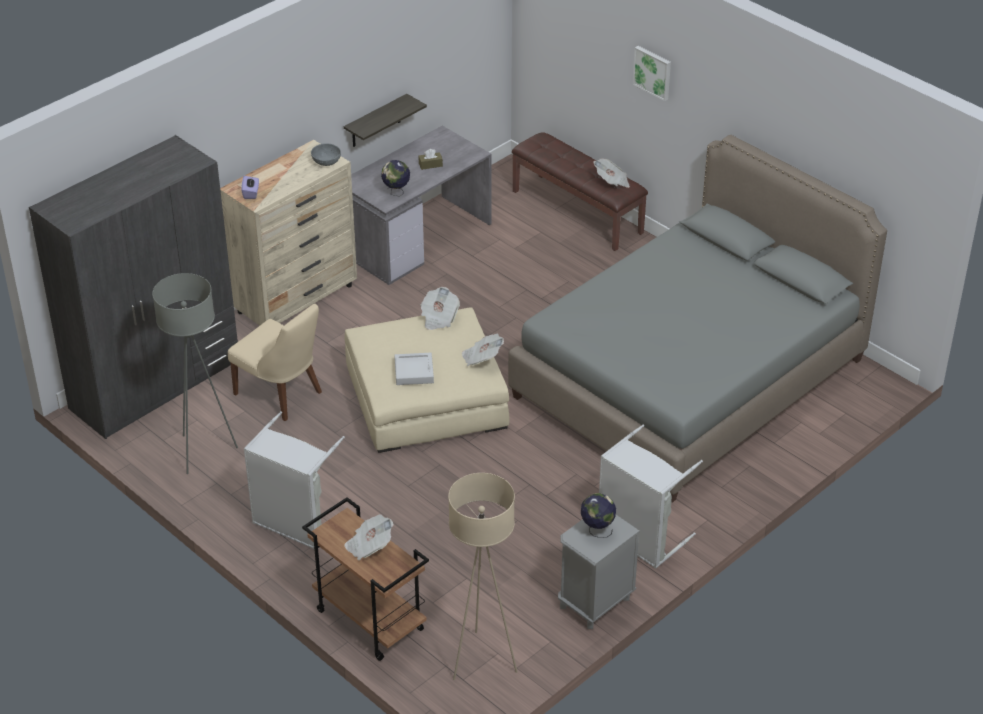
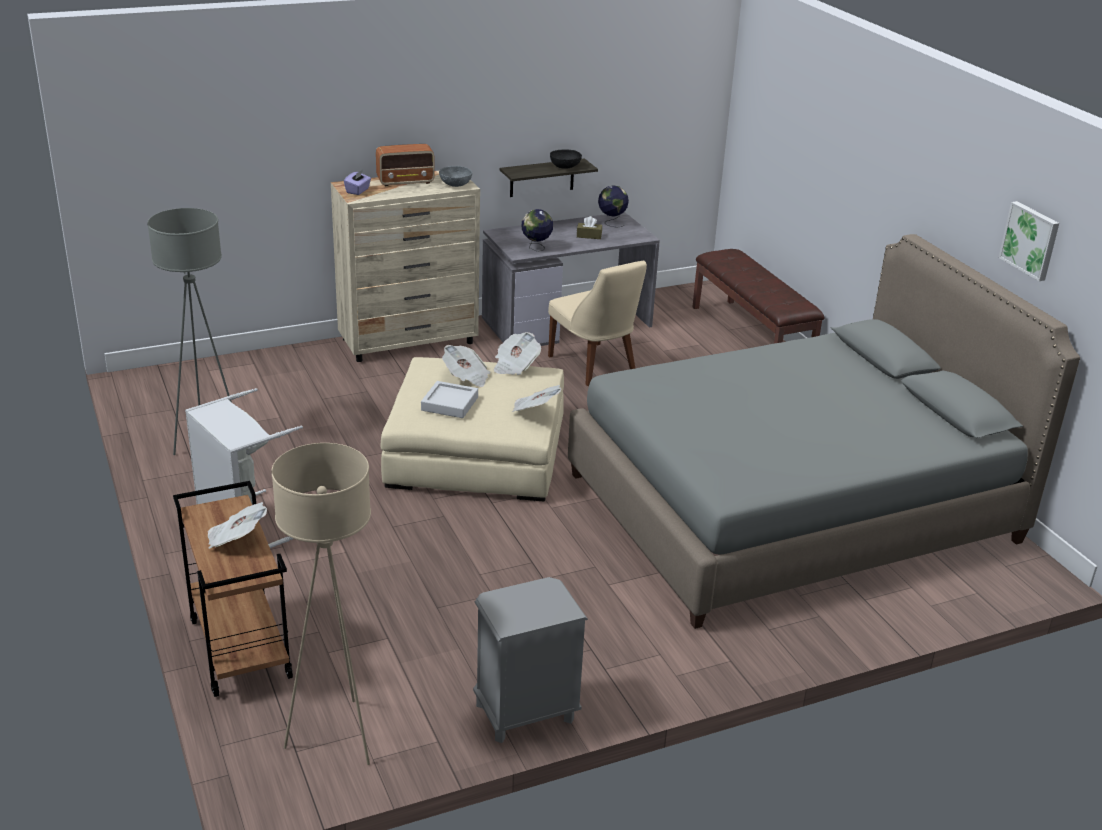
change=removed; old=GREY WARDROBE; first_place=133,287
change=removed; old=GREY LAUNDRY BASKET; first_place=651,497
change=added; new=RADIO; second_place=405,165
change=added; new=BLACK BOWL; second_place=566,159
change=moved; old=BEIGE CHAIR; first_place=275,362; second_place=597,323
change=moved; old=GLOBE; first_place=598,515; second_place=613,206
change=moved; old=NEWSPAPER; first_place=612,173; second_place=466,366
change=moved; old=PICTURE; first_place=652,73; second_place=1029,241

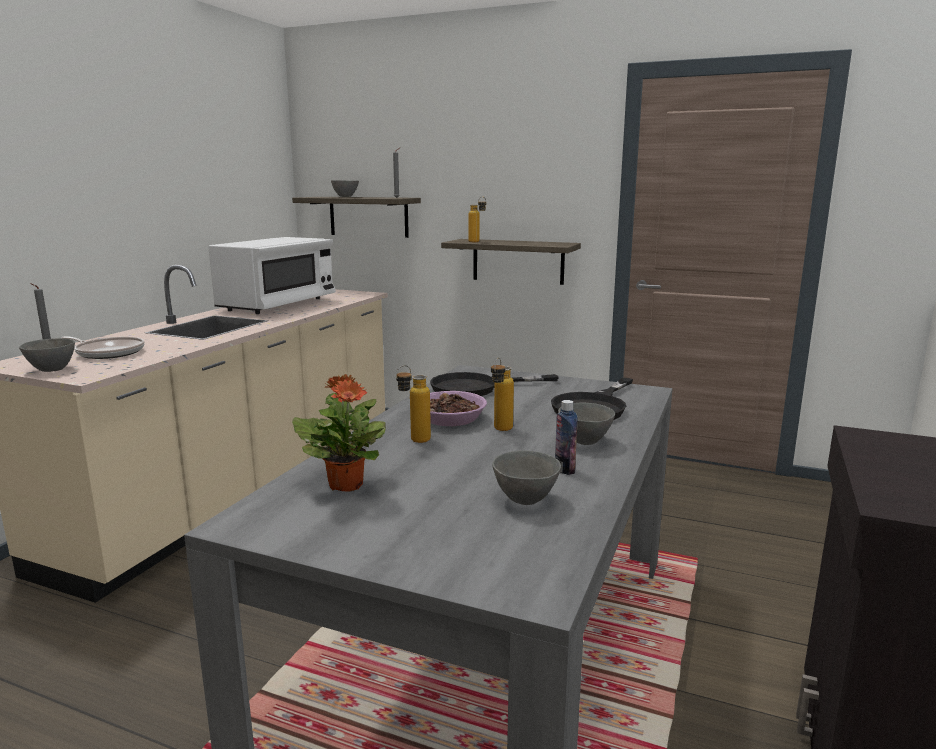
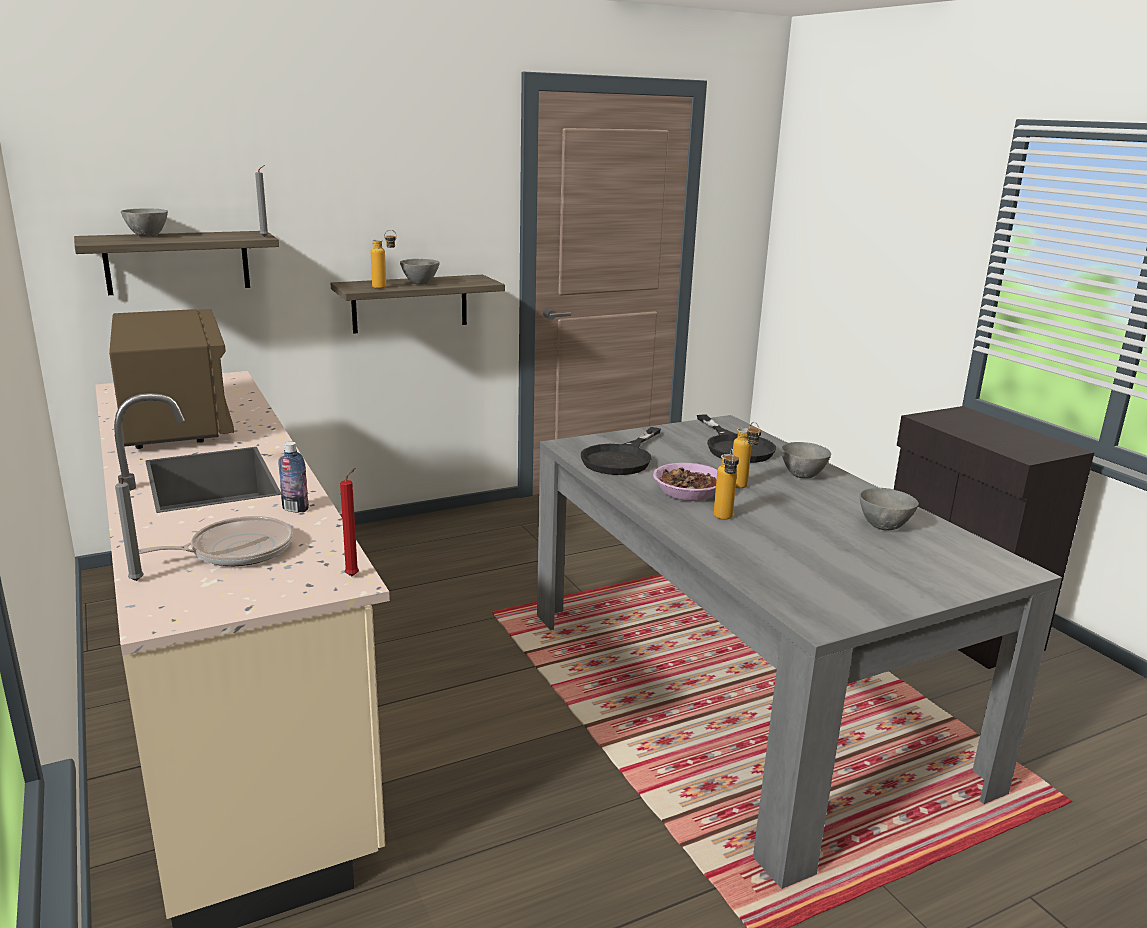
change=removed; old=POTTED PLANT; first_place=339,433
change=added; new=RED CANDLE; second_place=349,522
change=moved; old=GREY BOWL; first_place=47,355; second_place=420,272
change=moved; old=BOTTLE; first_place=566,437; second_place=293,477
change=recoloured; old=WHITE MICROWAVE; new=BROWN MICROWAVE; first_place=272,275; second_place=171,379

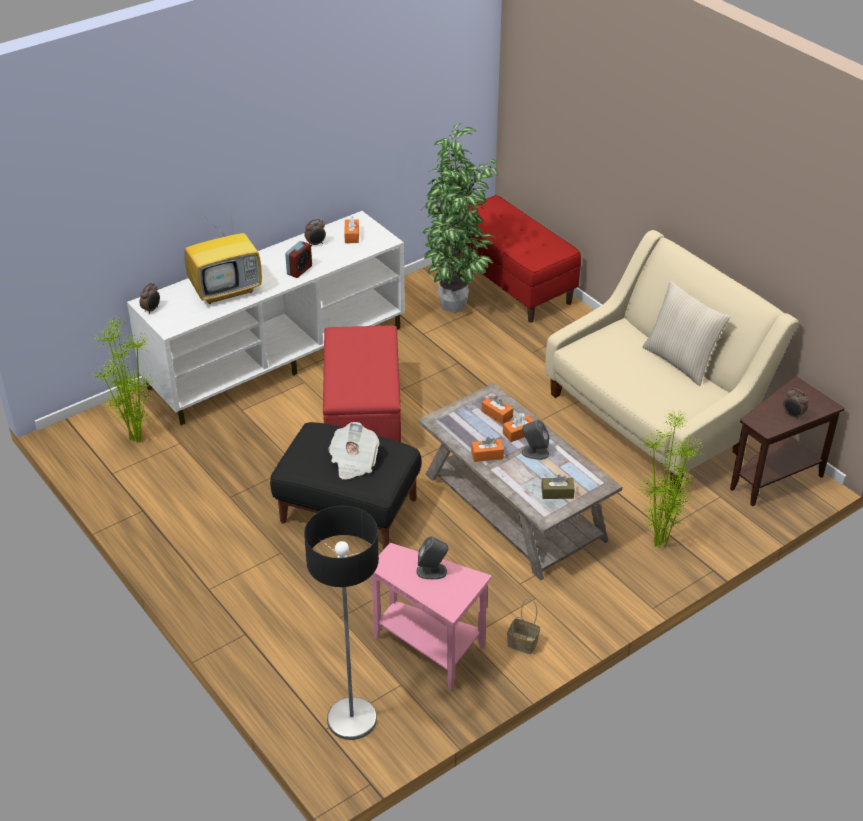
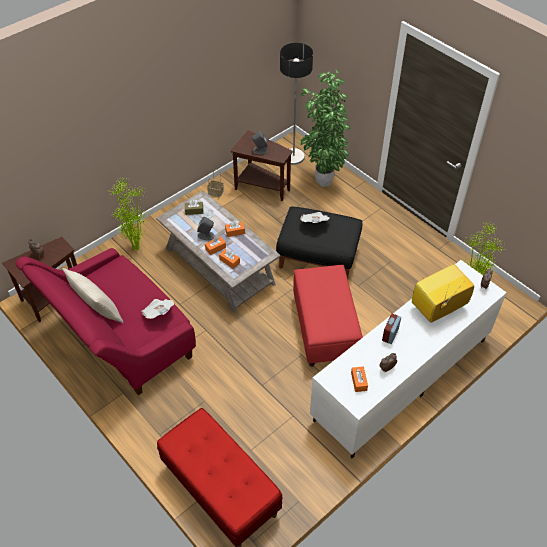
change=added; new=NEWSPAPER; second_place=157,309
change=moved; old=POTTED PLANT; first_place=460,218; second_place=325,128
change=recoloured; old=PINK SIDE TABLE; new=BROWN SIDE TABLE; first_place=431,616; second_place=262,165
change=recoloured; old=BEIGE SOFA; new=RED SOFA; first_place=672,360; second_place=105,321

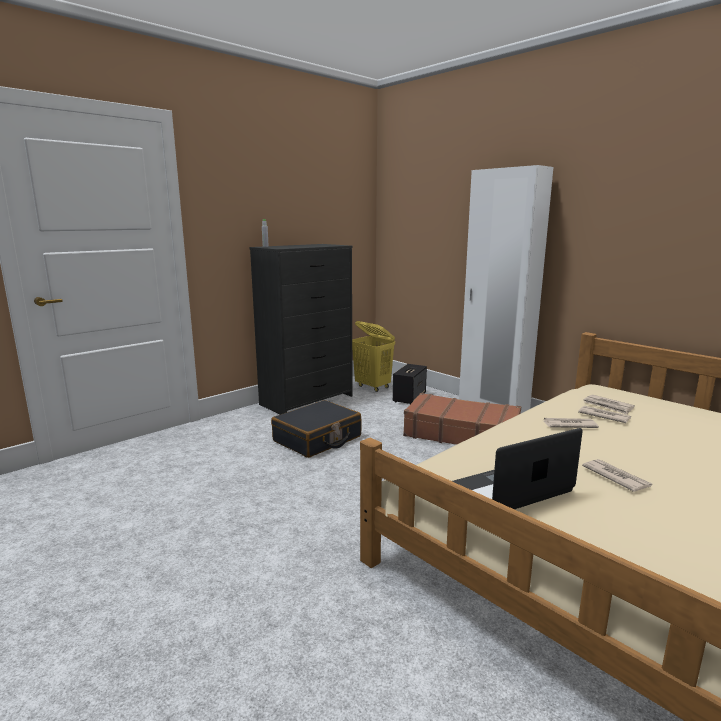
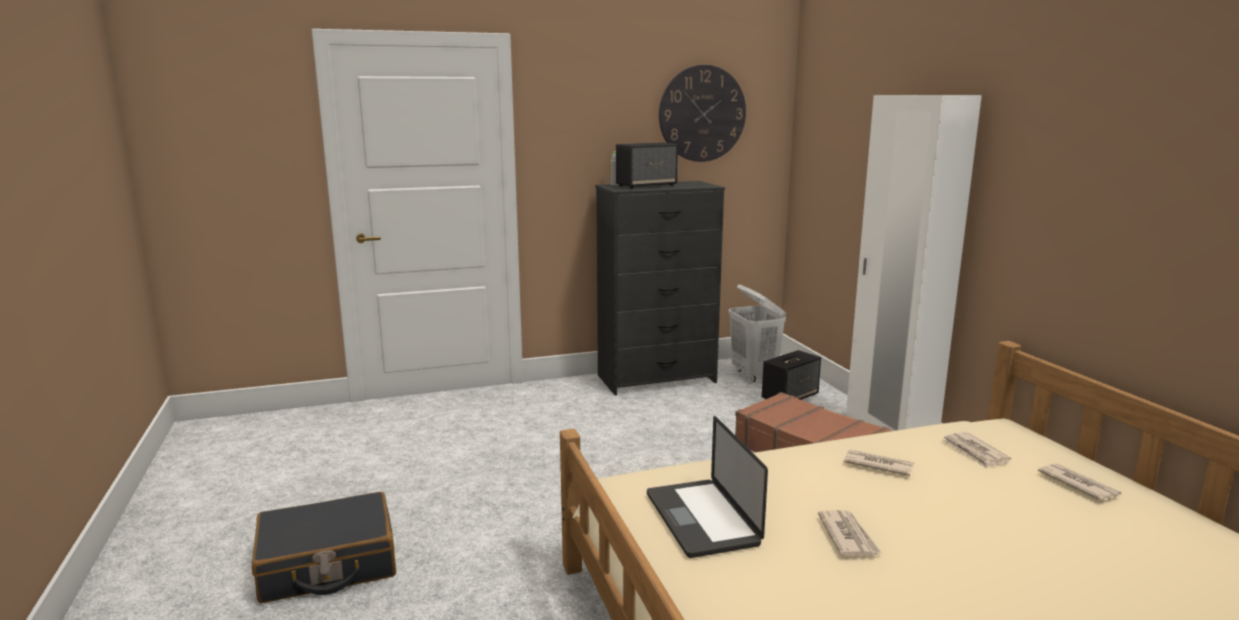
change=added; new=SPEAKER; second_place=647,165
change=added; new=WALL CLOCK; second_place=702,113
change=moved; old=BLACK SUITCASE; first_place=316,429; second_place=324,547
change=moved; old=NEWSPAPER; first_place=604,414; second_place=1079,482
change=recoloured; old=YELLOW LAUNDRY BASKET; new=WHITE LAUNDRY BASKET; first_place=373,356; second_place=757,333
change=turned; old=LAPTOP; first_place=517,468; second_place=707,487; degrees=-105

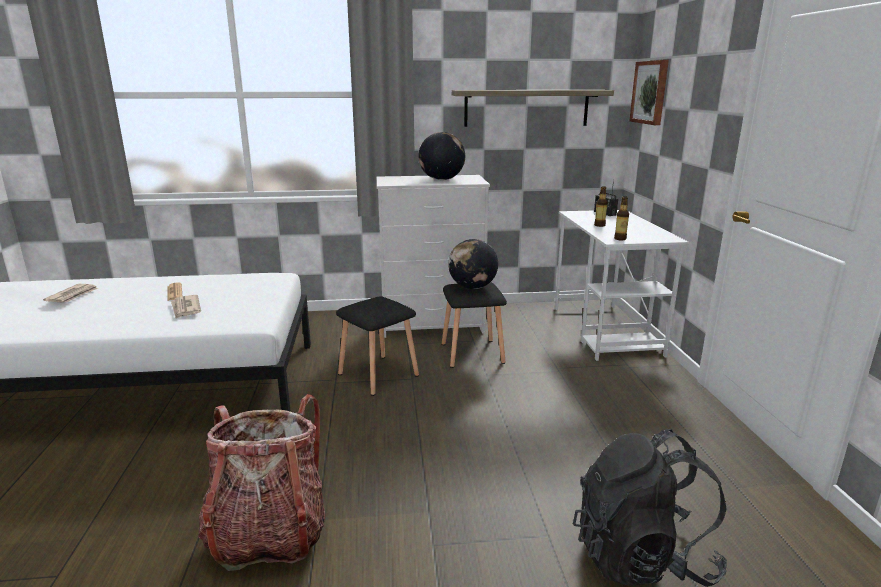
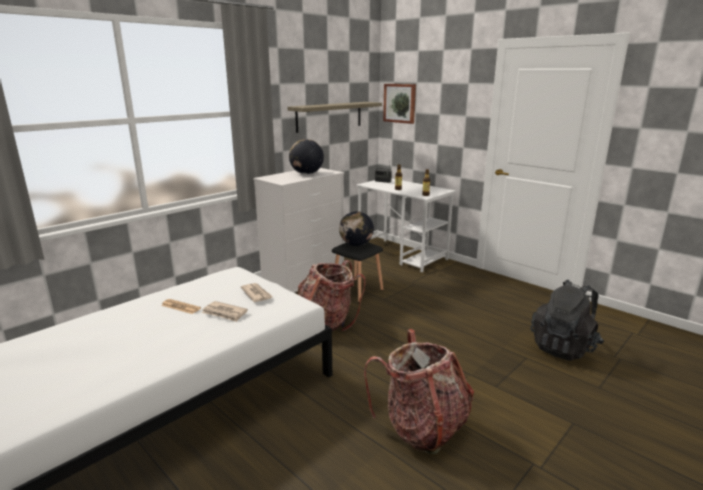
change=moved; old=NEWSPAPER; first_place=71,293; second_place=257,292
change=replaced; old=BLACK STOOL; new=BACKPACK; first_place=377,346; second_place=332,295

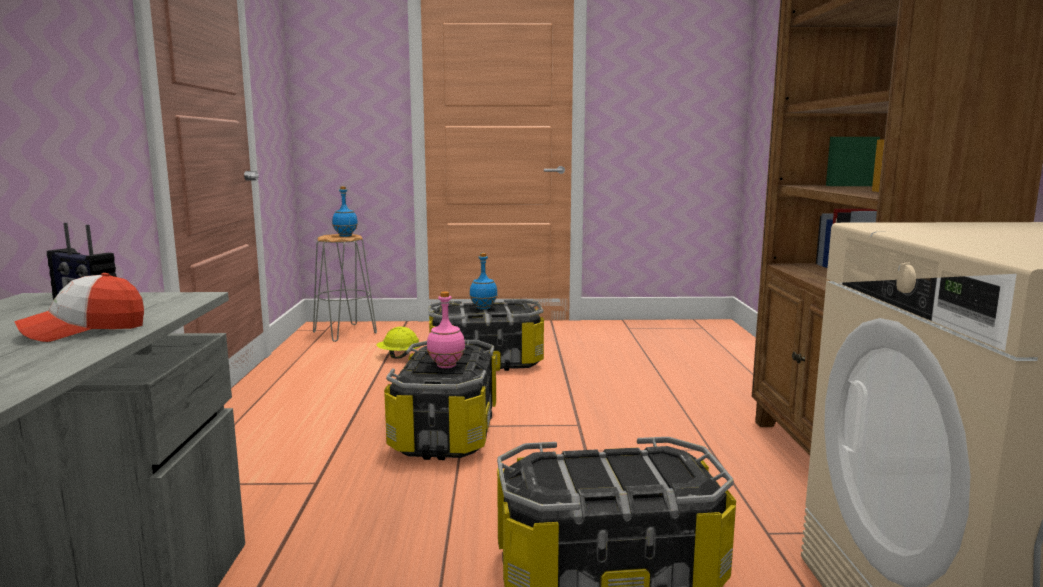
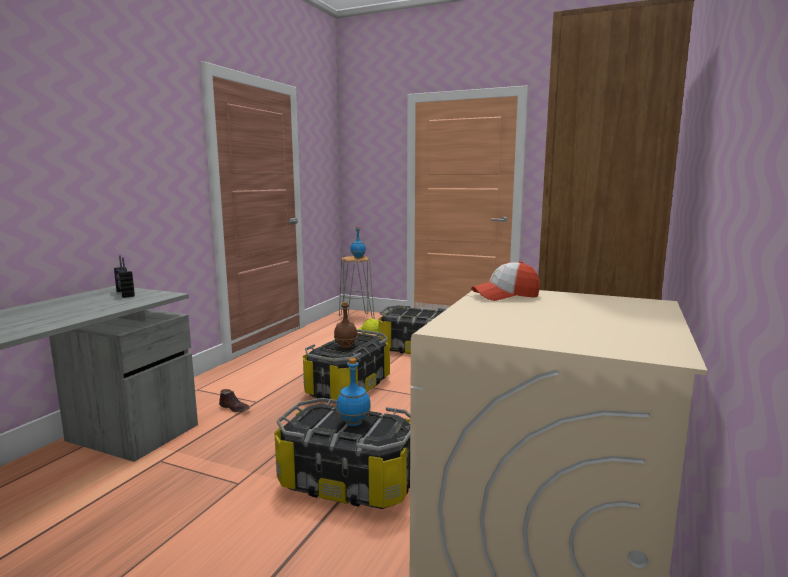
change=added; new=BROWN SHOE; second_place=234,400
change=moved; old=CAP; first_place=79,307; second_place=505,281
change=moved; old=BLUE BOTTLE; first_place=484,281; second_place=353,392
change=recoloured; old=PINK BOTTLE; new=BROWN BOTTLE; first_place=446,329; second_place=345,324

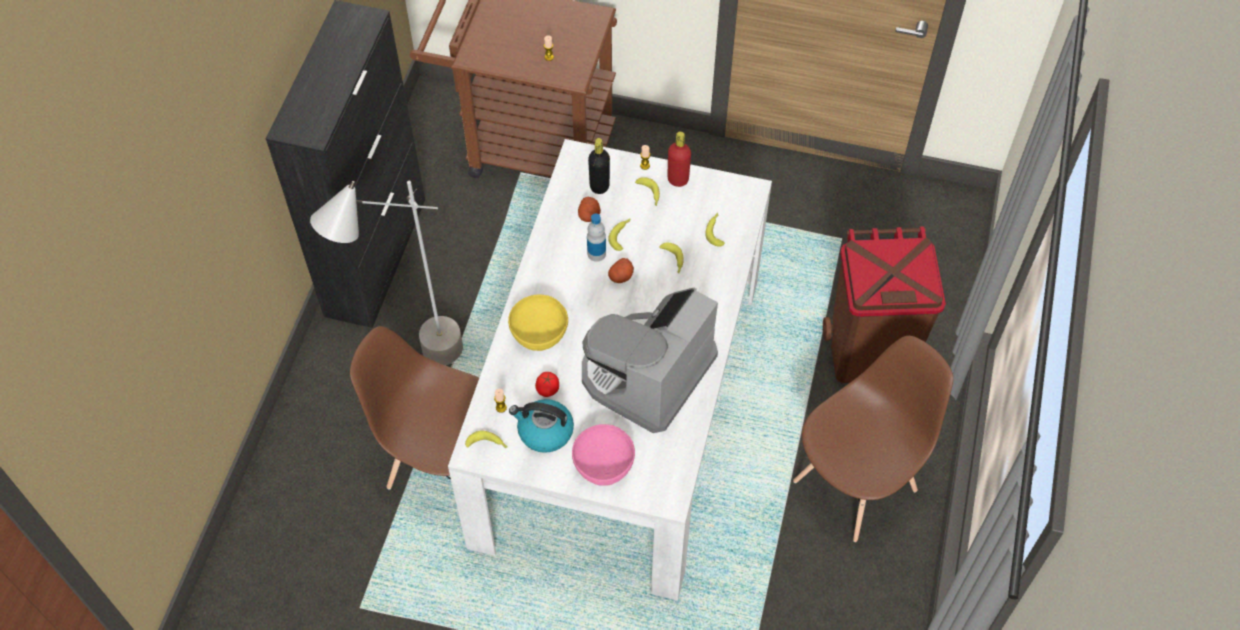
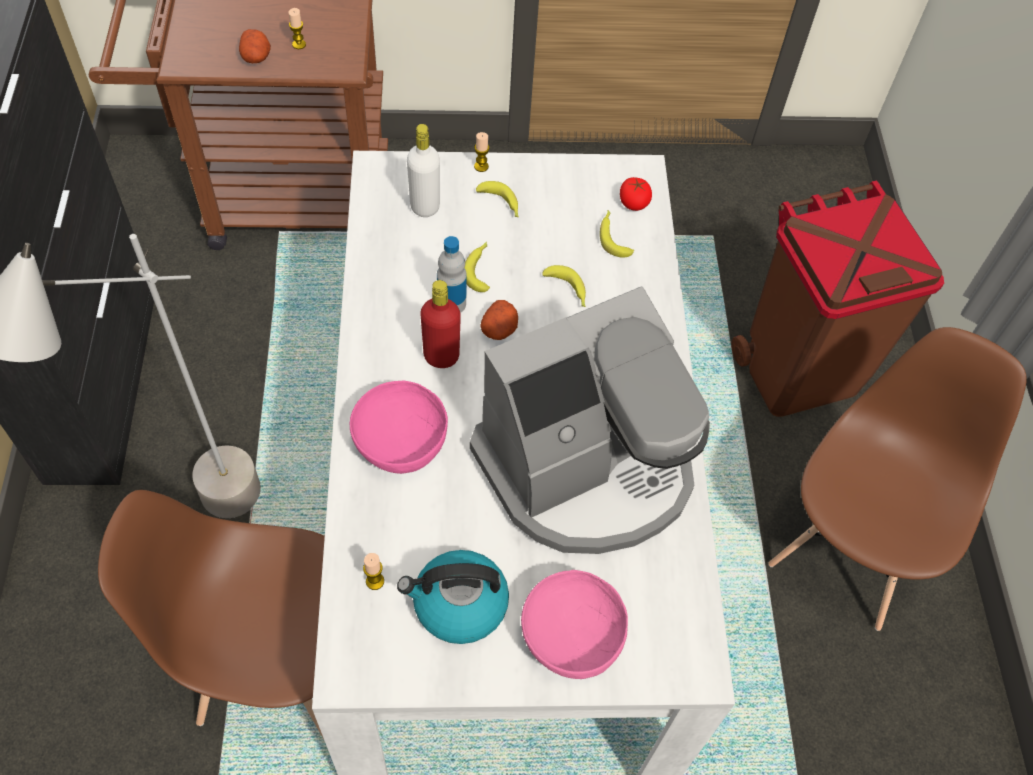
change=removed; old=BANANA; first_place=486,439
change=moved; old=TOMATO; first_place=547,384; second_place=636,194
change=moved; old=POTATO; first_place=589,209; second_place=255,46
change=moved; old=RED BOTTLE; first_place=679,159; second_place=440,324
change=recoloured; old=YELLOW BOWL; new=PINK BOWL; first_place=538,322; second_place=399,427
change=recoloured; old=BLACK BOTTLE; new=WHITE BOTTLE; first_place=599,166; second_place=423,170
change=turned; old=COFFEE MACHINE; first_place=650,360; second_place=590,420; degrees=-135

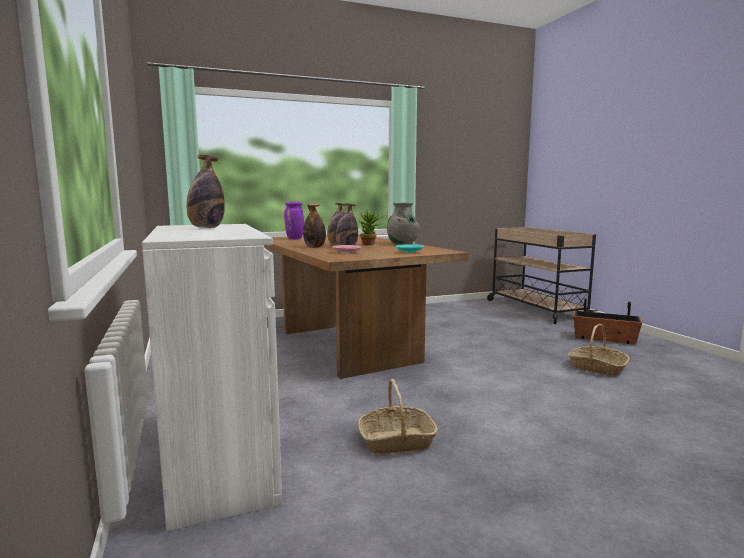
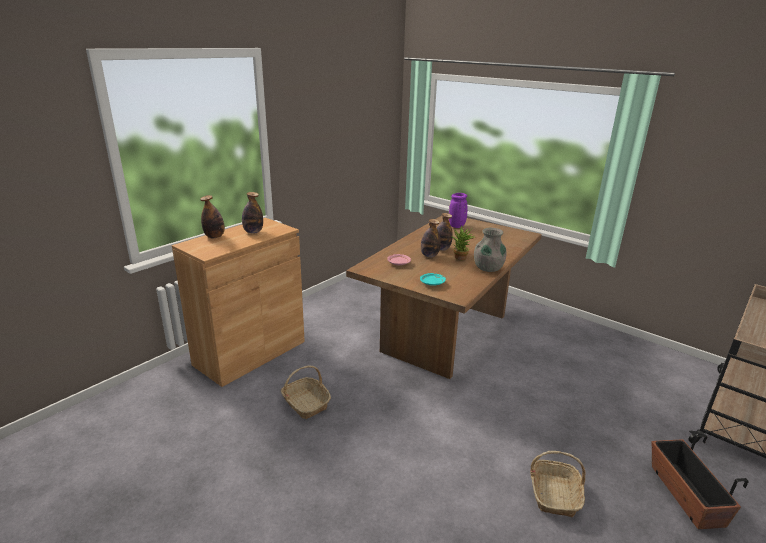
change=moved; old=BOTTLE; first_place=314,225; second_place=212,216
change=recoloured; old=WHITE CABINET; new=BROWN CABINET; first_place=212,377; second_place=238,302

